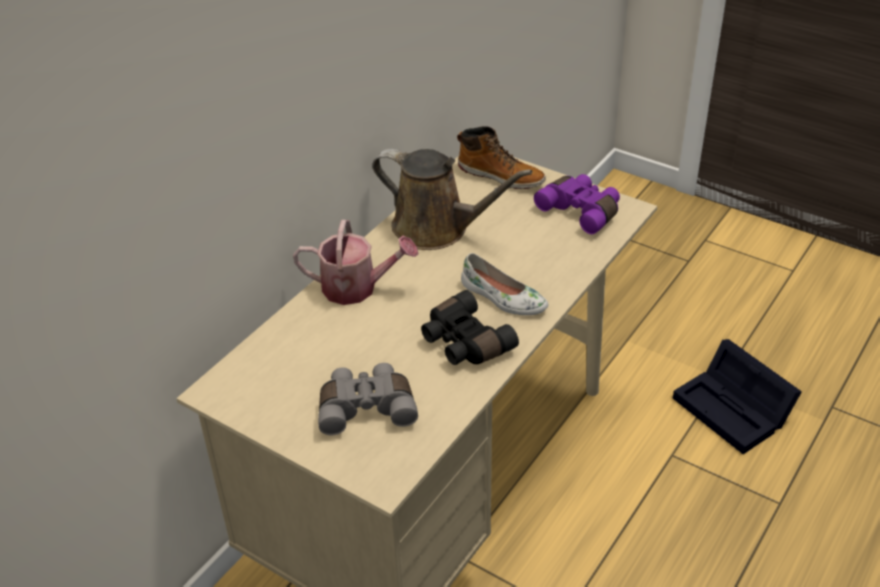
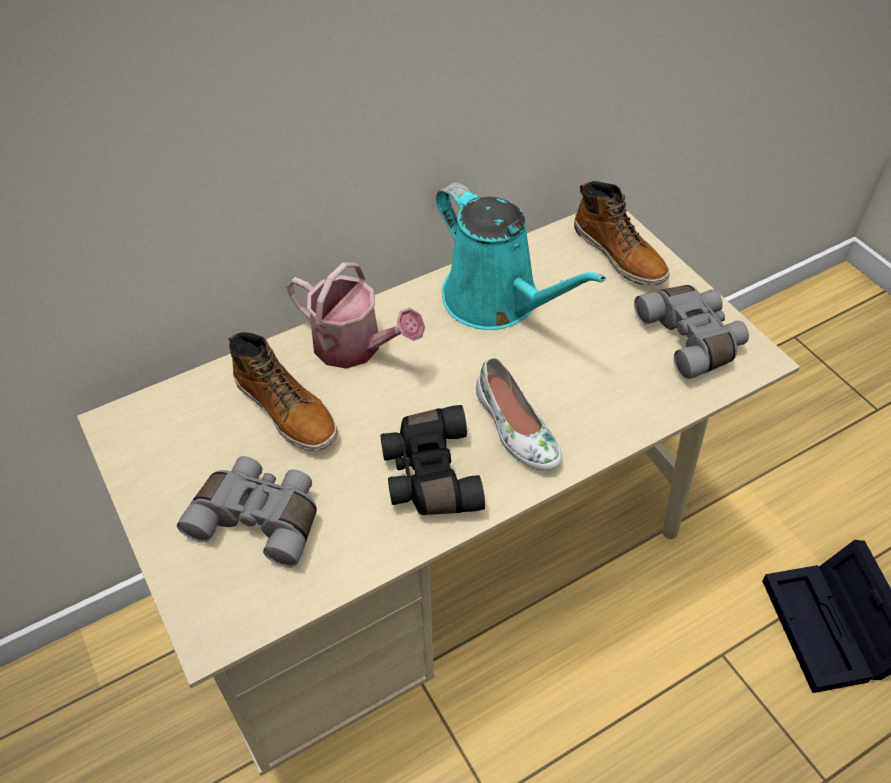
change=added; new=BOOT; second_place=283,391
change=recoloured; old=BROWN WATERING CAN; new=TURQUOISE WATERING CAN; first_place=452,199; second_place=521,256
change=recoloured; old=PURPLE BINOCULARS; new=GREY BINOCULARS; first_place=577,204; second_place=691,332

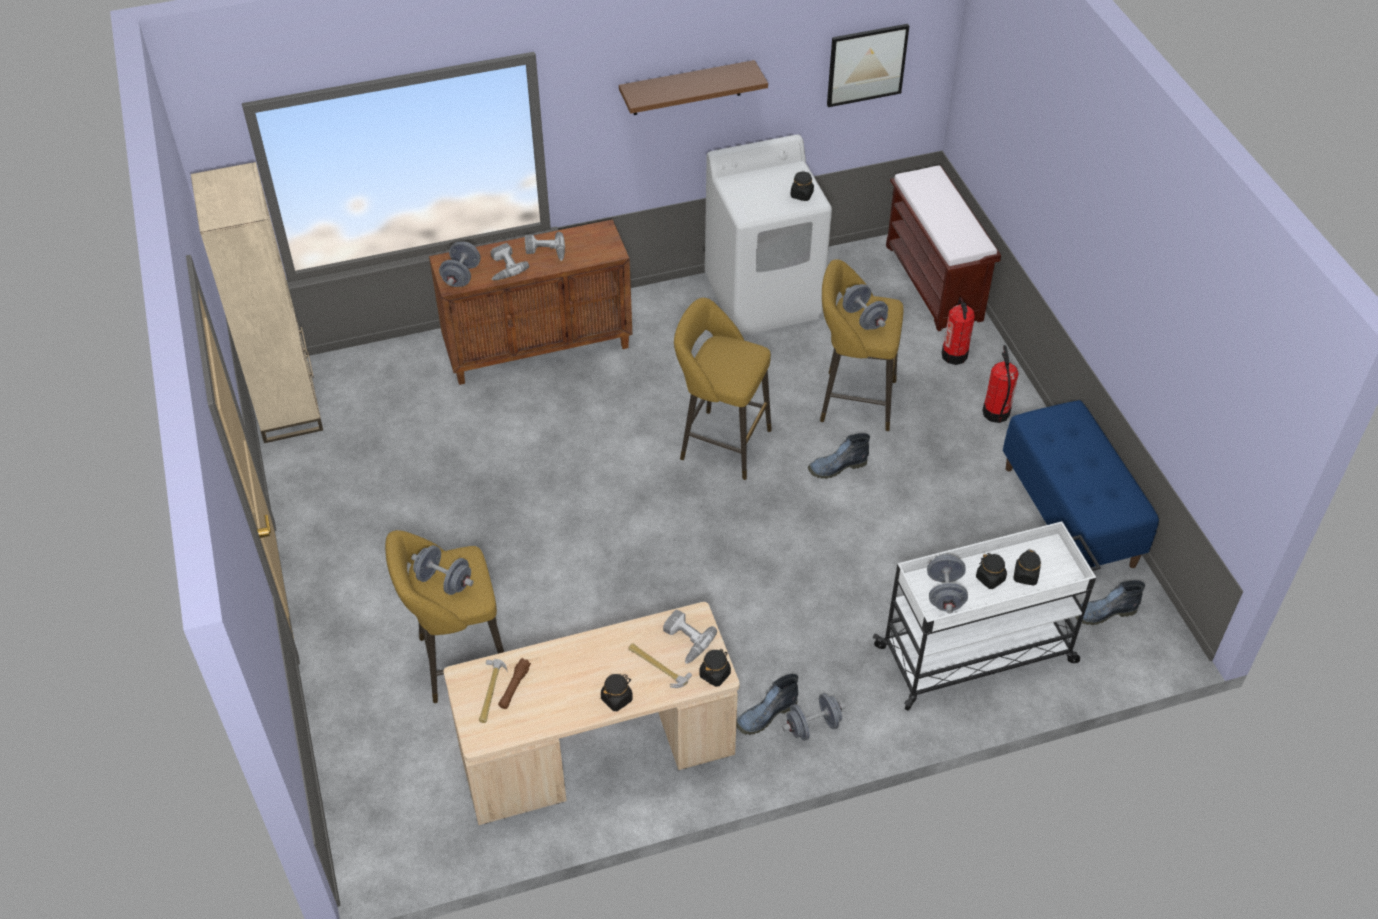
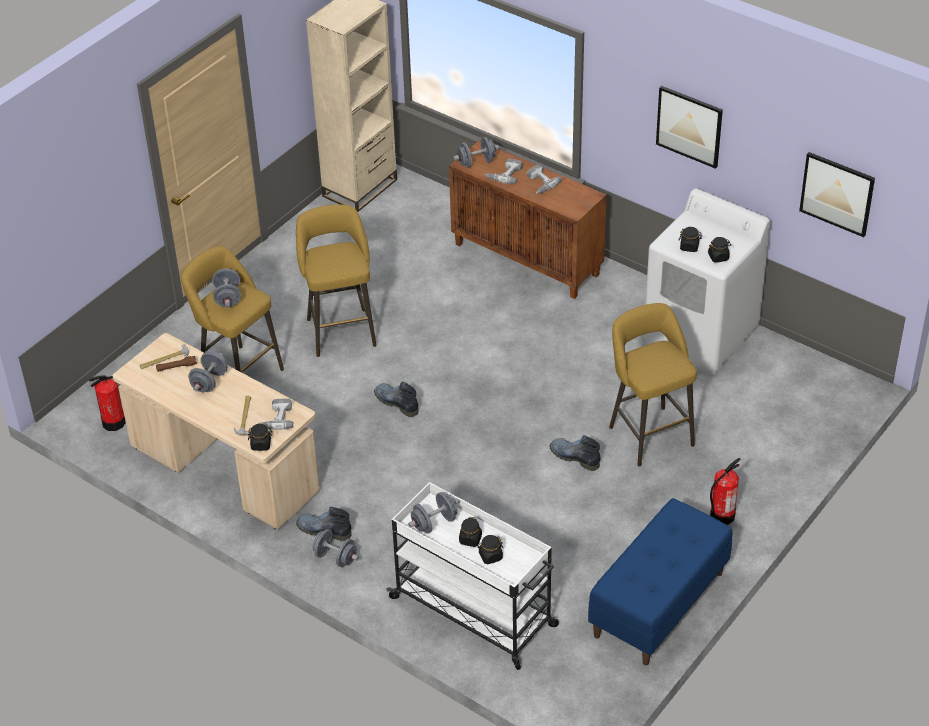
change=removed; old=BROWN BENCH; first_place=943,248
change=moved; old=BLACK JAR; first_place=617,692; second_place=690,239
change=moved; old=YELLOW STOOL; first_place=723,389; second_place=336,281
change=moved; old=GREY DUMBBELL; first_place=865,307; second_place=208,372
change=moved; old=FIRE EXTINGUISHER; first_place=958,331; second_place=107,403
change=moved; old=BOOT; first_place=1110,602; second_place=396,399
change=replaced; old=BROWN SHELF; new=PICTURE; first_place=693,87; second_place=689,127

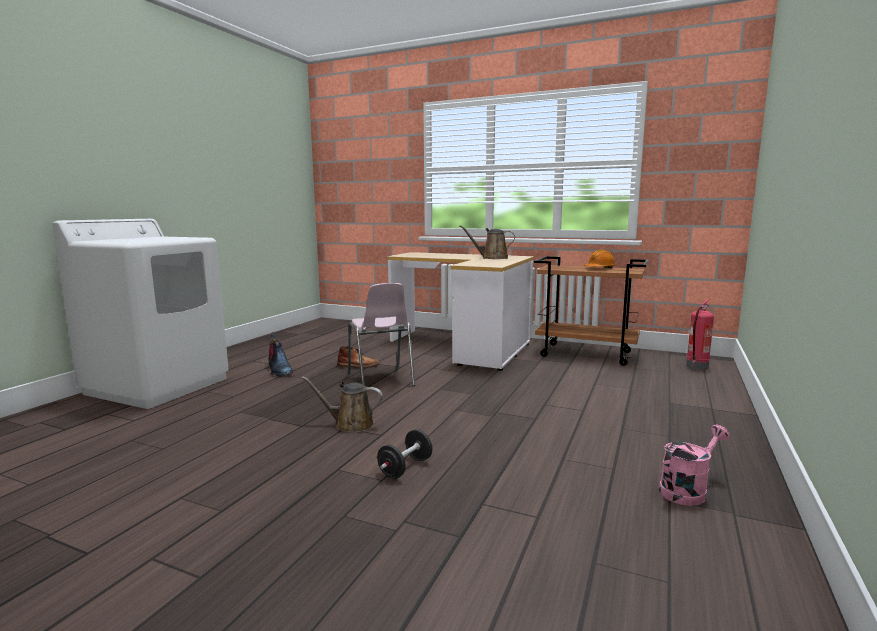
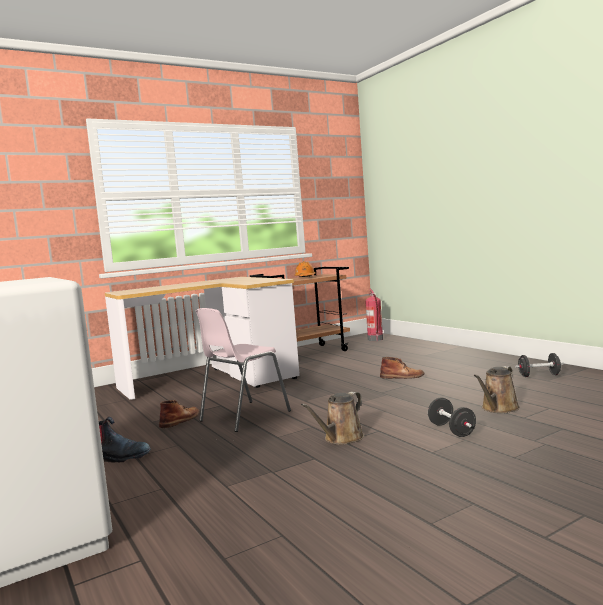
change=added; new=BROWN BOOT; second_place=402,368
change=moved; old=BROWN WATERING CAN; first_place=487,242; second_place=497,389
change=replaced; old=PINK WATERING CAN; new=BLACK DUMBBELL; first_place=694,465; second_place=539,365
change=turned; old=PINK CHAIR; first_place=381,334; second_place=243,370; degrees=120

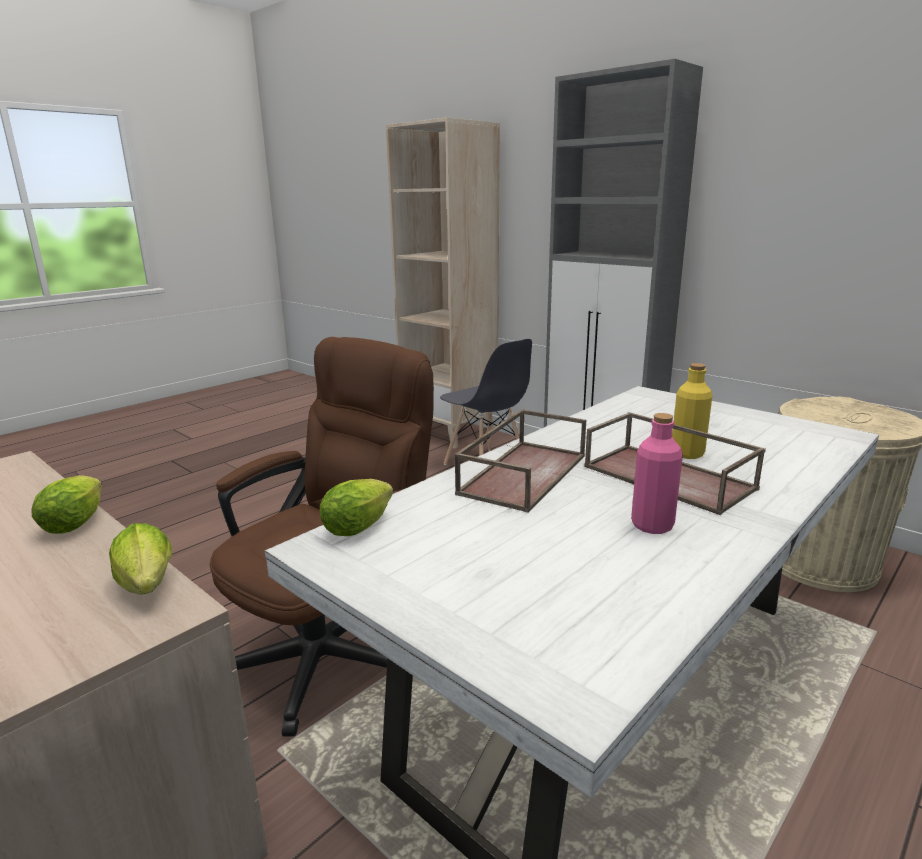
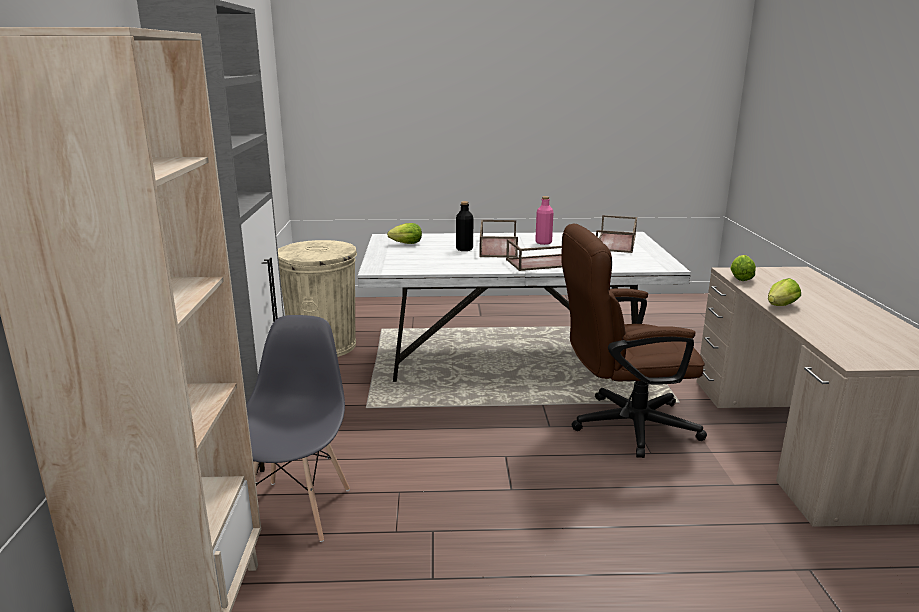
change=added; new=BROWN TRAY; second_place=616,234
change=moved; old=LETTUCE; first_place=356,507; second_place=404,233
change=recoloured; old=YELLOW BOTTLE; new=BLACK BOTTLE; first_place=692,411; second_place=464,226

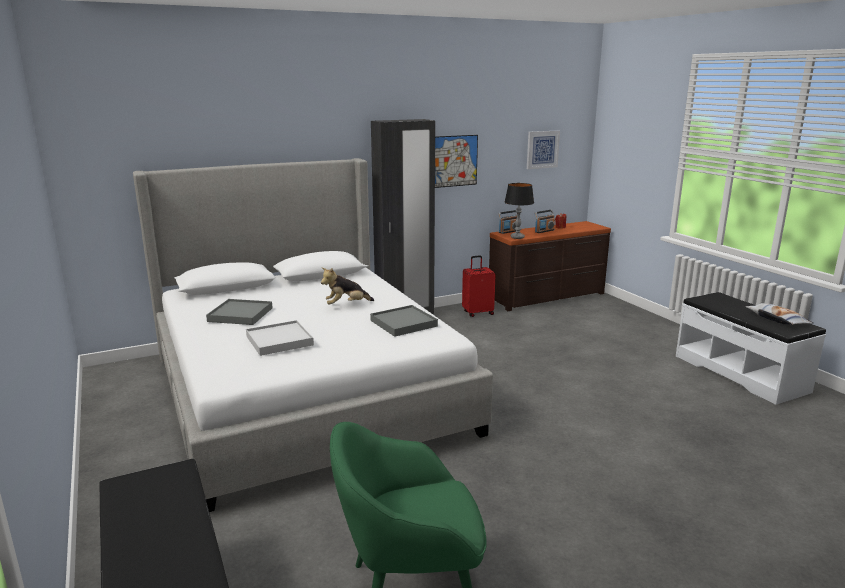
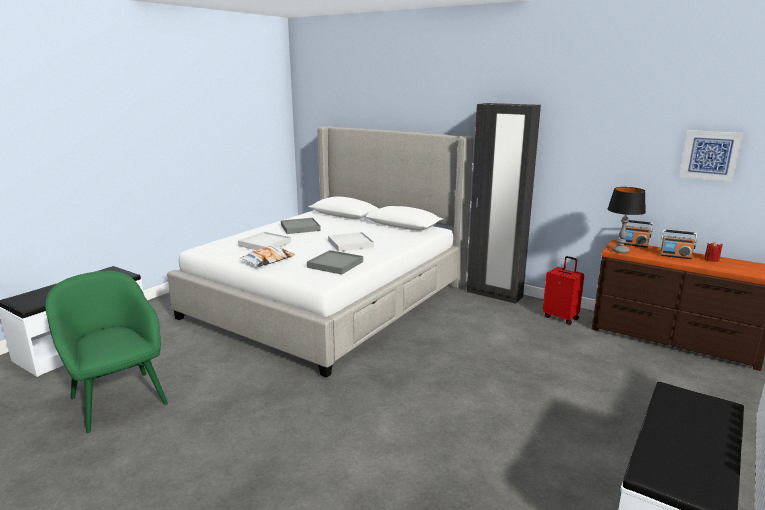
change=removed; old=PICTURE; first_place=456,161
change=moved; old=PILLOW; first_place=779,314; second_place=267,256
change=replaced; old=PLUSH TOY; new=WHITE TRAY; first_place=347,286; second_place=351,241

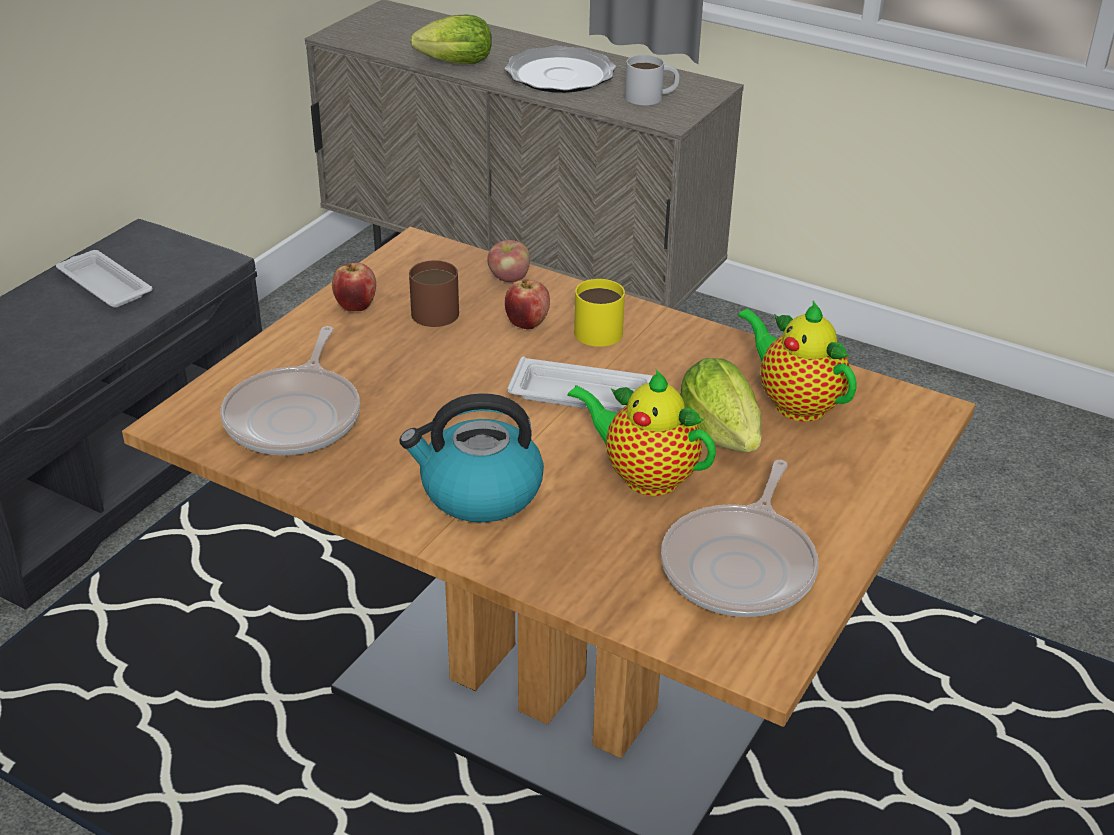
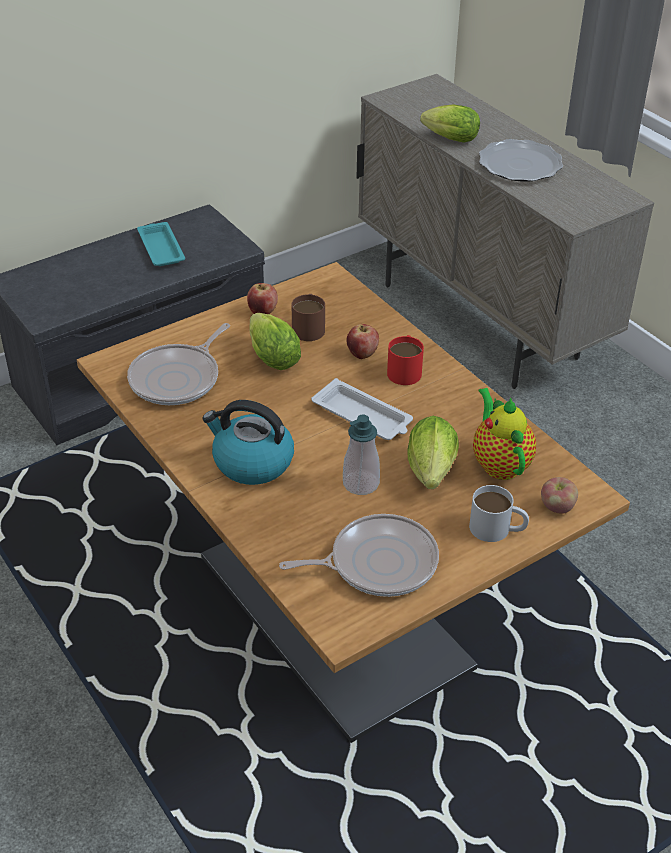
change=added; new=LETTUCE; second_place=275,341
change=moved; old=APPLE; first_place=508,261; second_place=559,495
change=moved; old=WHITE MUG; first_place=652,80; second_place=499,513
change=replaced; old=TEAPOT; new=SOAP DISPENSER; first_place=641,432; second_place=361,455
change=recoloured; old=WHITE TRAY; new=TURQUOISE TRAY; first_place=104,279; second_place=161,244
change=recoloured; old=YELLOW MUG; new=RED MUG; first_place=599,313; second_place=405,360
change=turned; old=FRYING PAN; first_place=740,538; second_place=359,555; degrees=-150

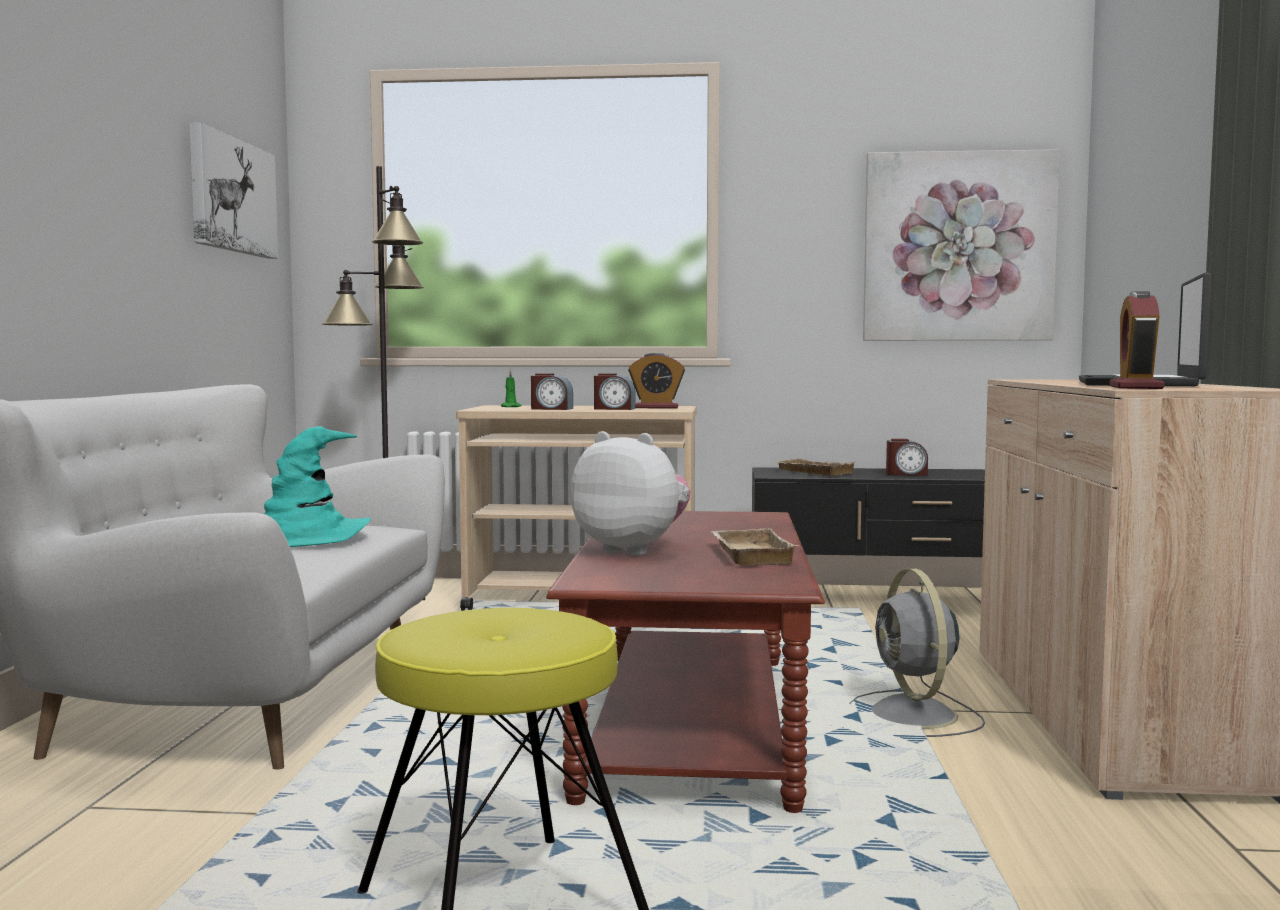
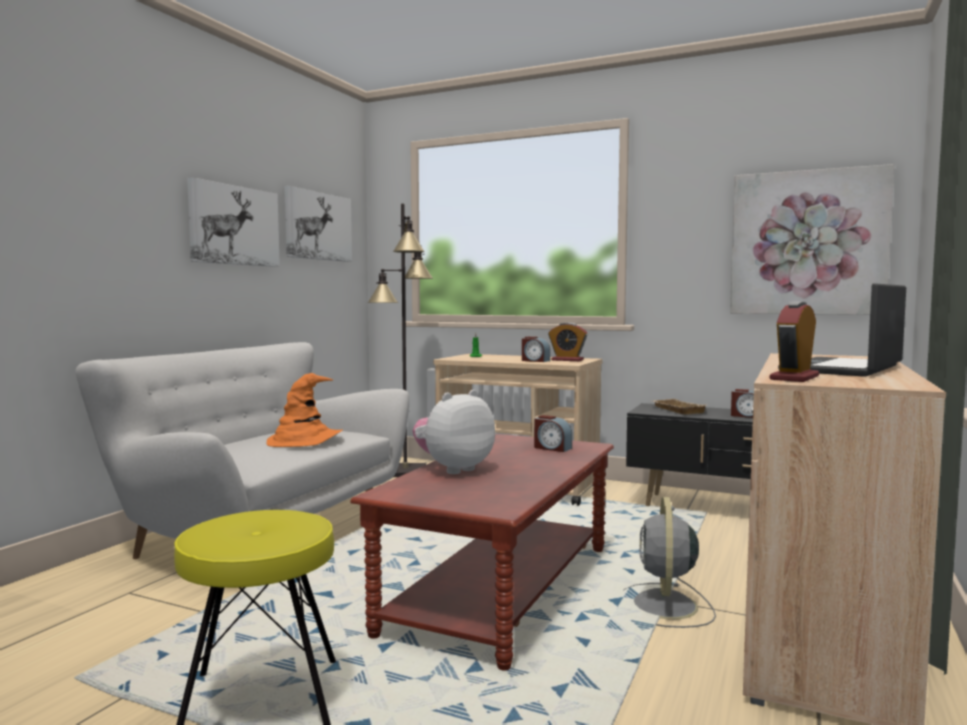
change=removed; old=BEIGE TRAY; first_place=755,547
change=added; new=PICTURE; second_place=233,222
change=moved; old=ALARM CLOCK; first_place=552,391; second_place=553,433
change=recoloured; old=TURQUOISE HAT; new=ORANGE HAT; first_place=317,486; second_place=304,410
change=turned; old=PLUSH TOY; first_place=631,493; second_place=454,432; degrees=-90

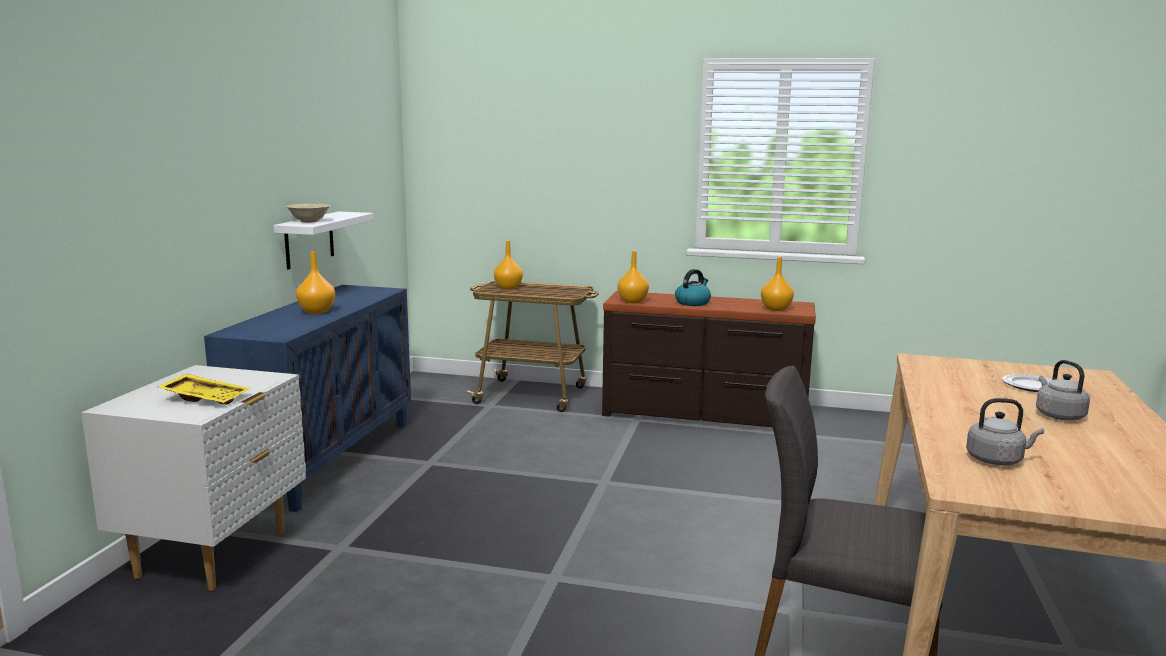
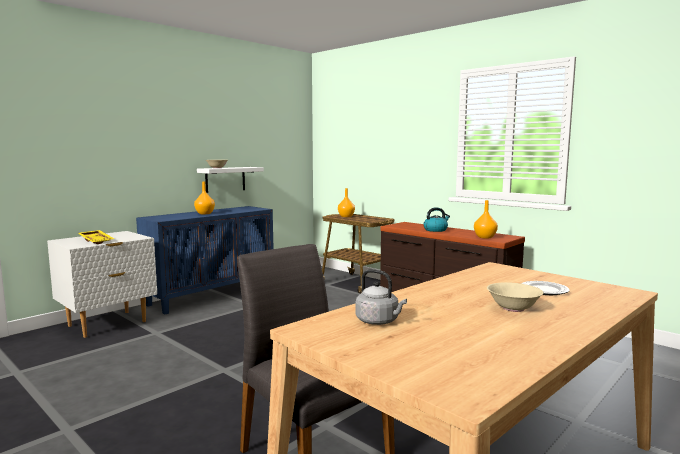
change=removed; old=ORANGE VASE; first_place=633,277
change=replaced; old=GREY KETTLE; new=BEIGE BOWL; first_place=1063,390; second_place=515,297

